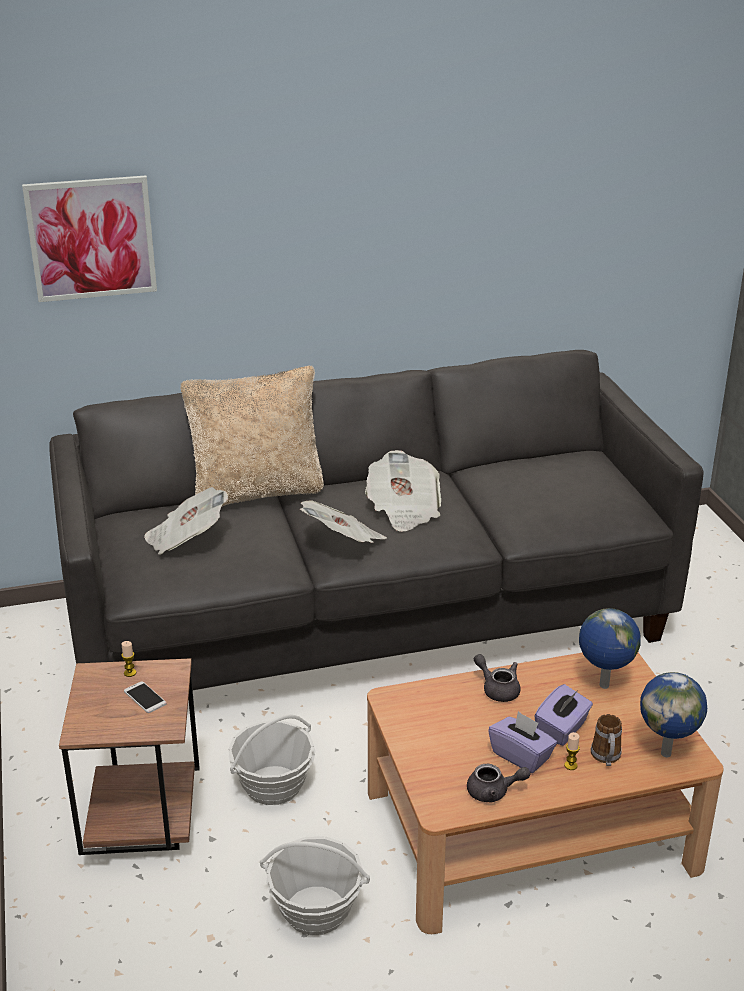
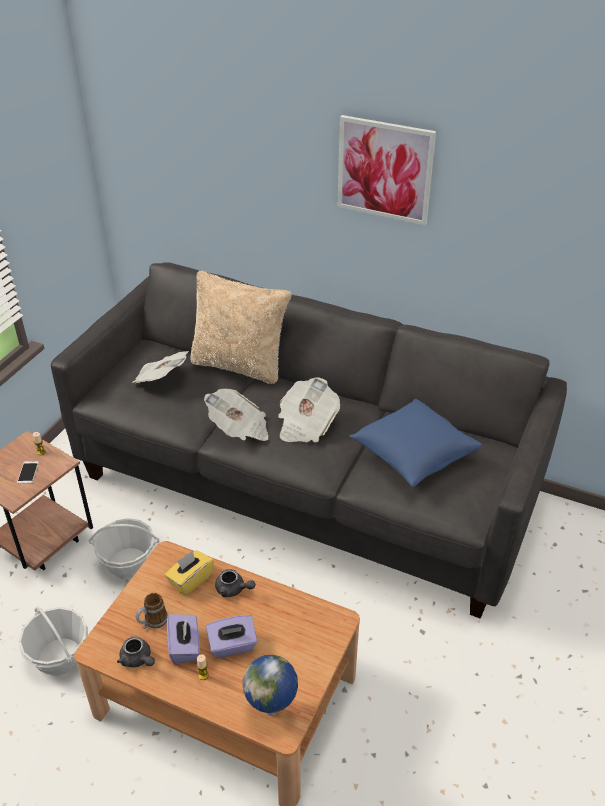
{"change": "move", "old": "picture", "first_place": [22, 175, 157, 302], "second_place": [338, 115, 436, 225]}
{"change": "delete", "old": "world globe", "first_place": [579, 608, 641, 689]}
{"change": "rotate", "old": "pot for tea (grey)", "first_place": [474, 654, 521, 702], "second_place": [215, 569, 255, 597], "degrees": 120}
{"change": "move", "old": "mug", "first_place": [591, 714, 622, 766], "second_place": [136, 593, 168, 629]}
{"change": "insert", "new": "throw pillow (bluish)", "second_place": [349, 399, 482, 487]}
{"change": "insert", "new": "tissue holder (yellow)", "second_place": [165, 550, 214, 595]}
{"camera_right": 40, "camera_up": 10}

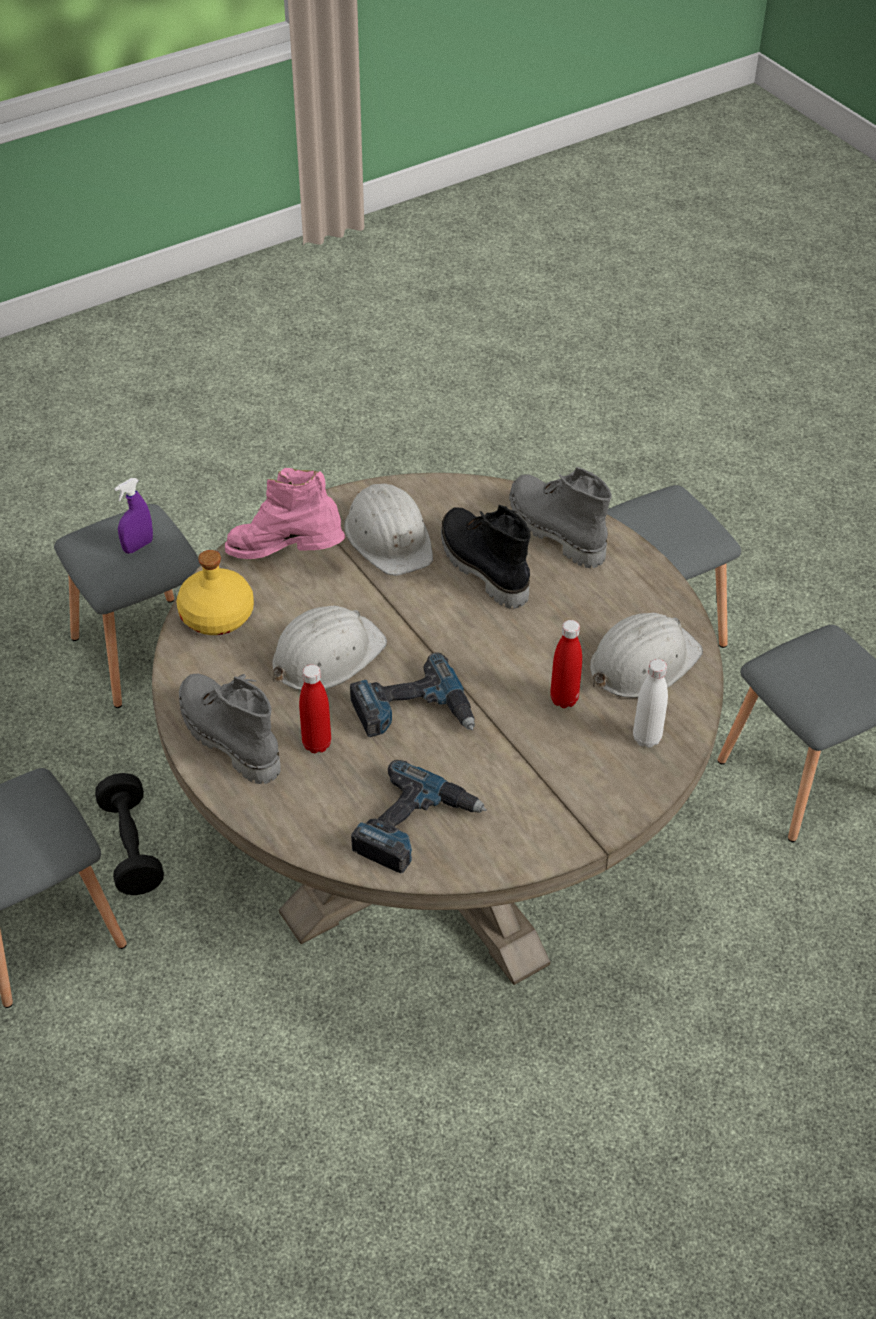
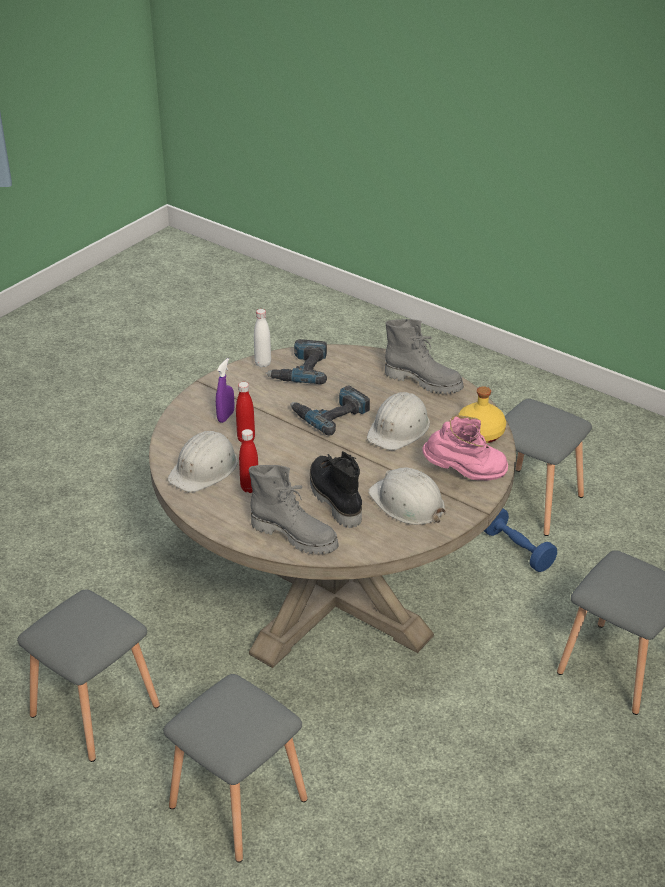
{"change": "move", "old": "sprayer (purple-coloured)", "first_place": [114, 478, 153, 554], "second_place": [216, 358, 234, 423]}
{"change": "rotate", "old": "high-top boot (black-coloured)", "first_place": [441, 505, 531, 609], "second_place": [310, 451, 362, 528], "degrees": -150}
{"change": "move", "old": "beverage bottle (whitish)", "first_place": [633, 659, 668, 748], "second_place": [254, 309, 271, 367]}
{"change": "move", "old": "beverage bottle (red)", "first_place": [299, 664, 331, 753], "second_place": [239, 429, 258, 493]}
{"change": "recolor", "old": "free weight (black-coloured)", "new": "free weight (bluish)", "first_place": [95, 773, 164, 895], "second_place": [484, 508, 557, 572]}
{"camera_right": 160, "camera_up": -10}

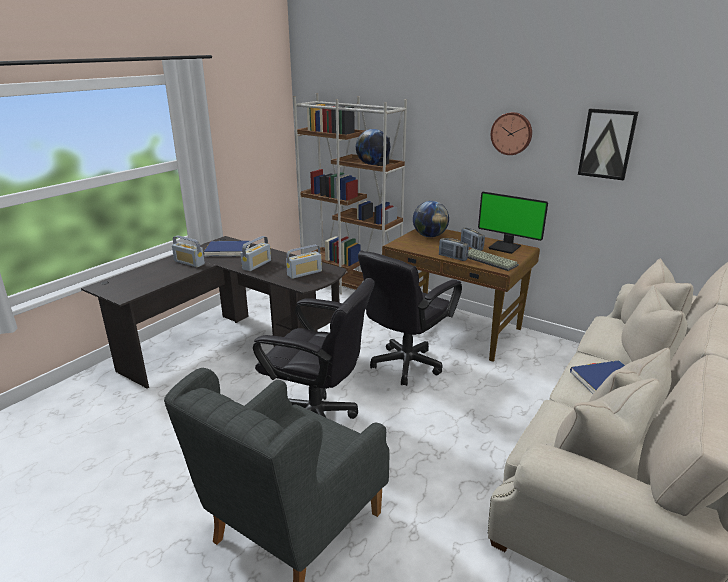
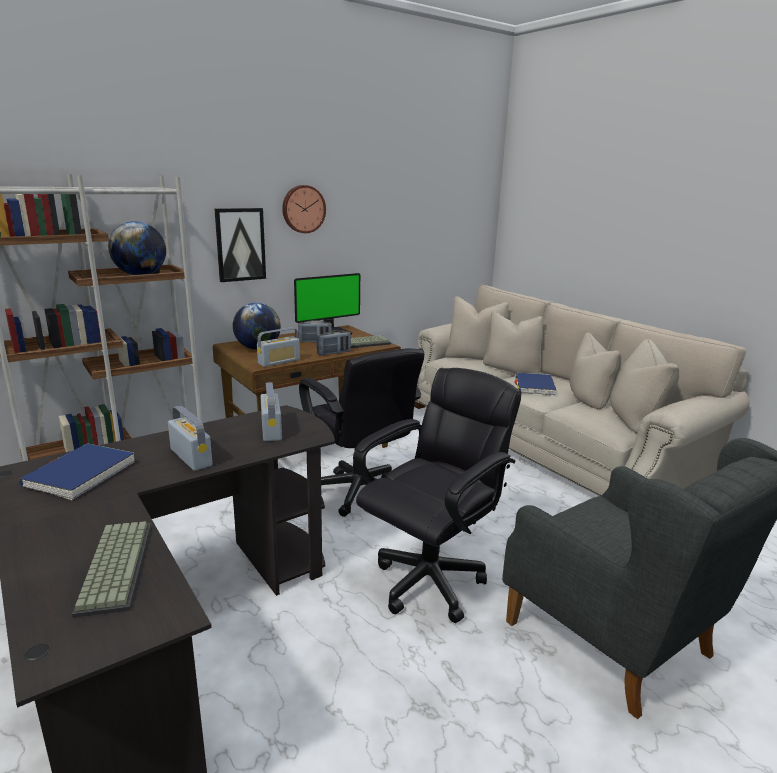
{"change": "move", "old": "picture", "first_place": [578, 109, 639, 181], "second_place": [214, 208, 266, 282]}
{"change": "move", "old": "radio set", "first_place": [172, 236, 205, 267], "second_place": [257, 328, 300, 367]}
{"change": "insert", "new": "computer keyboard", "second_place": [72, 521, 151, 618]}
{"camera_right": -70, "camera_up": -5}

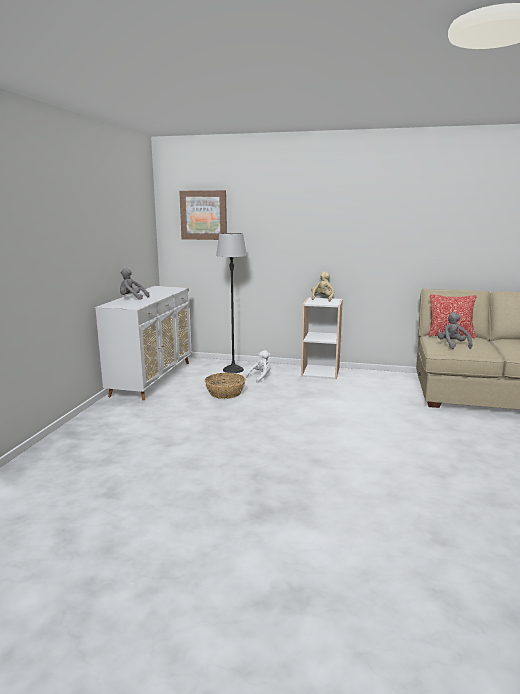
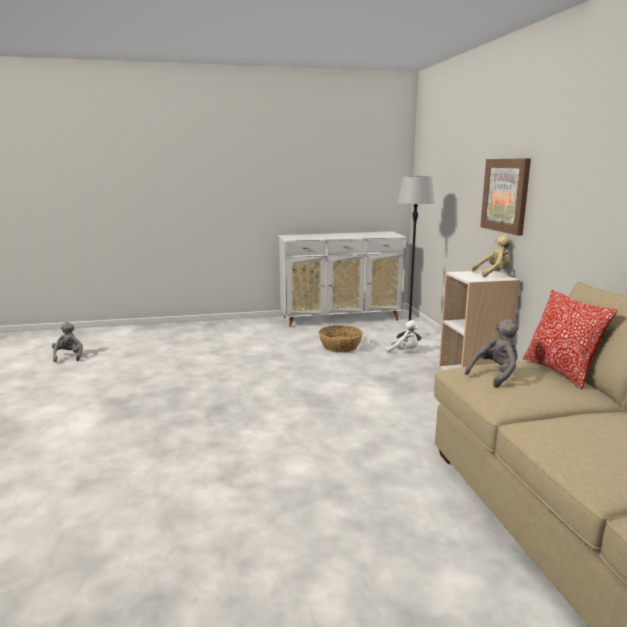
{"change": "move", "old": "picture", "first_place": [179, 190, 227, 240], "second_place": [480, 158, 531, 236]}
{"change": "move", "old": "cuddly toy (grey)", "first_place": [120, 268, 149, 300], "second_place": [52, 322, 83, 362]}
{"camera_right": 65, "camera_up": 0}

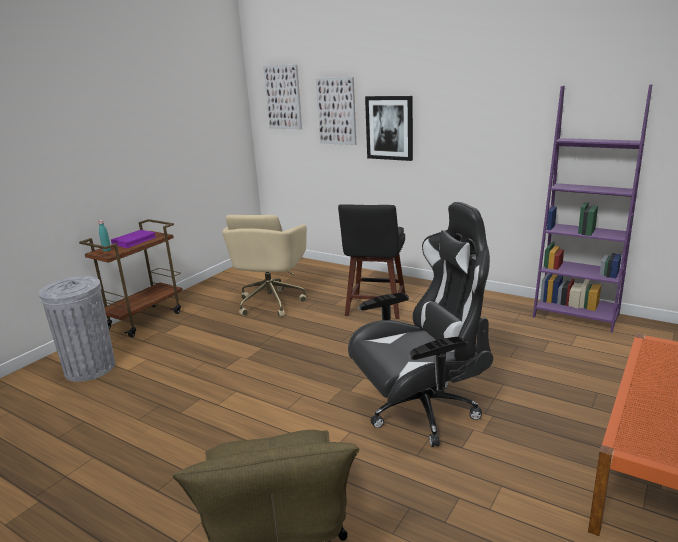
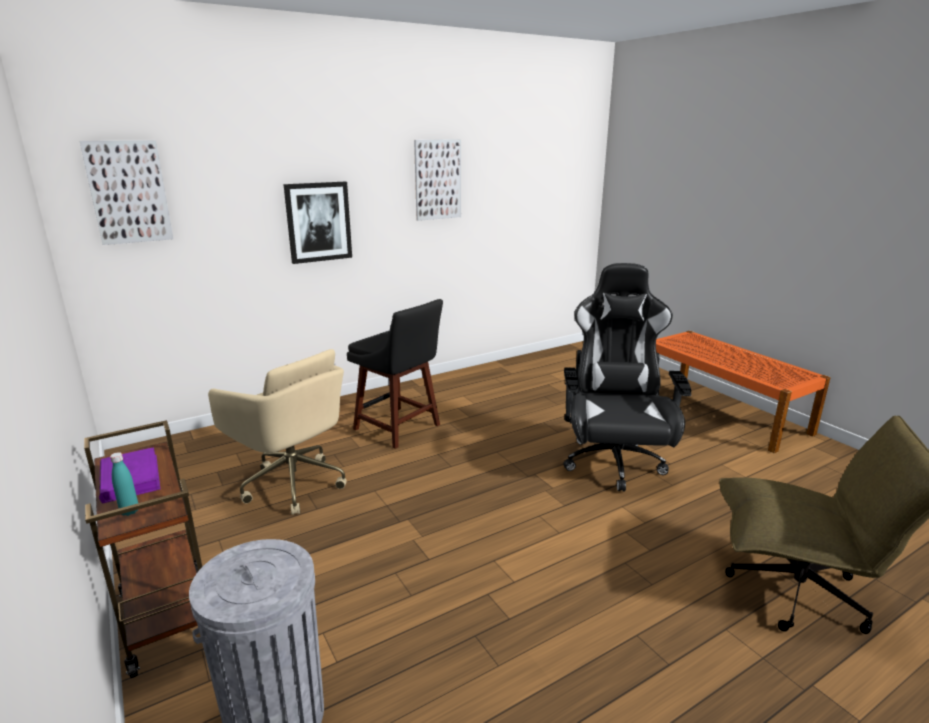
{"change": "move", "old": "picture", "first_place": [316, 77, 356, 145], "second_place": [414, 139, 461, 221]}
{"change": "delete", "old": "bookshelf (purple-coloured)", "first_place": [533, 84, 653, 333]}
{"camera_right": -65, "camera_up": 0}

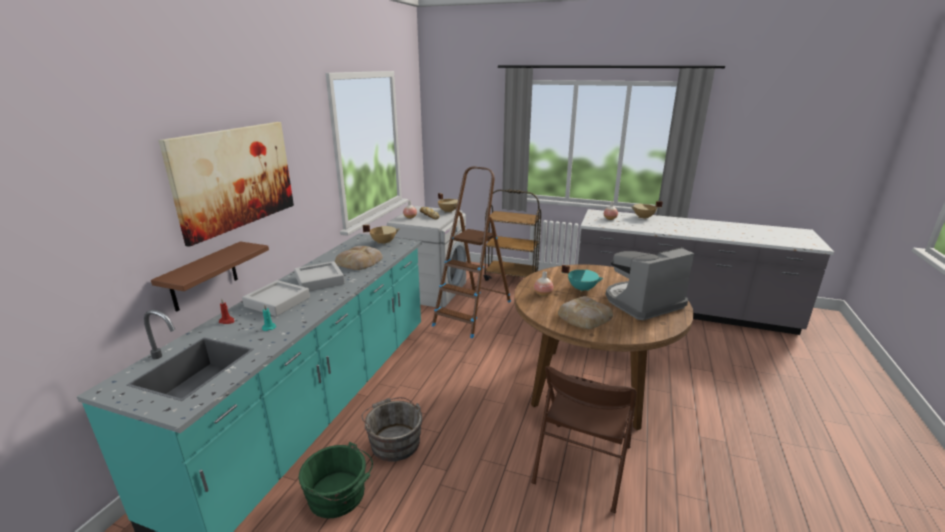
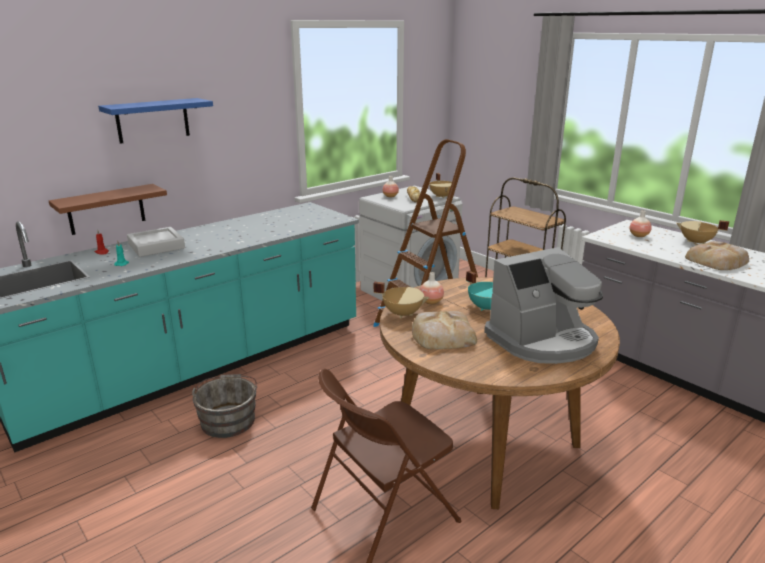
{"change": "replace", "old": "picture", "new": "shelf (bluish)", "first_place": [158, 122, 294, 247], "second_place": [98, 98, 213, 144]}
{"change": "move", "old": "saucepot (beige)", "first_place": [363, 225, 399, 245], "second_place": [374, 282, 429, 318]}
{"change": "move", "old": "baked bread", "first_place": [335, 246, 382, 270], "second_place": [685, 241, 749, 270]}
{"change": "rotate", "old": "coffee brewer", "first_place": [606, 247, 694, 320], "second_place": [484, 247, 603, 364], "degrees": 150}
{"change": "delete", "old": "tray (grey)", "first_place": [294, 261, 345, 291]}
{"change": "delete", "old": "pail (green)", "first_place": [299, 442, 373, 518]}
{"camera_right": 30, "camera_up": 0}

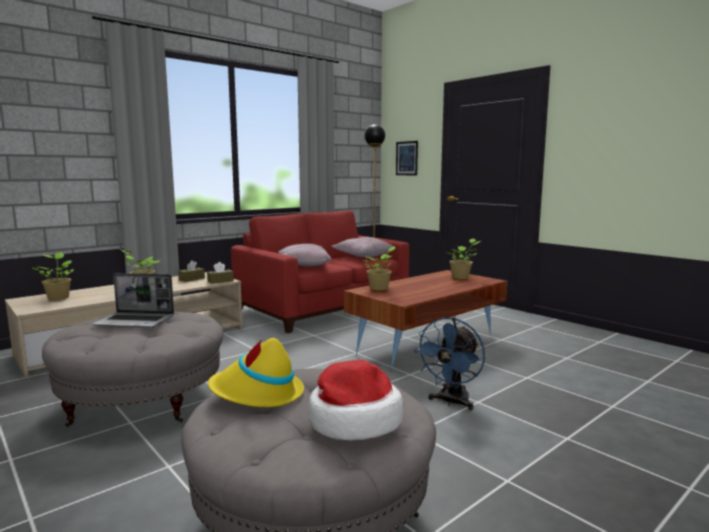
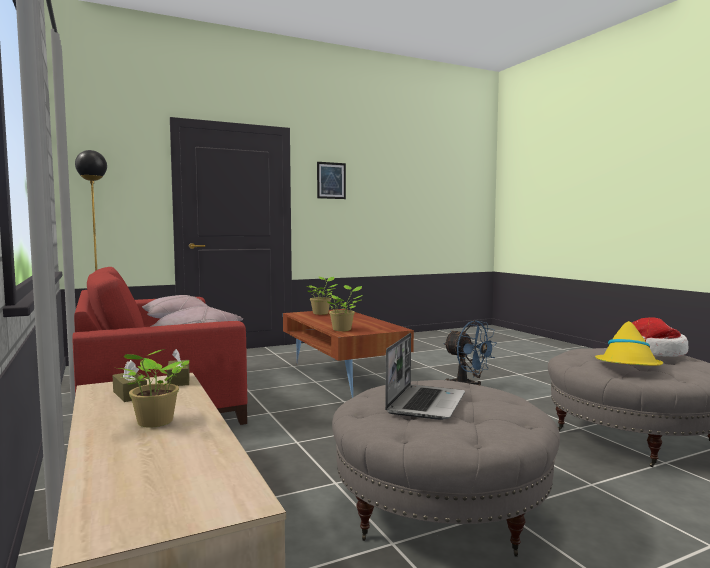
{"change": "move", "old": "picture", "first_place": [396, 141, 418, 175], "second_place": [317, 162, 346, 199]}
{"change": "delete", "old": "potted plant", "first_place": [33, 252, 74, 300]}
{"camera_right": -75, "camera_up": -5}

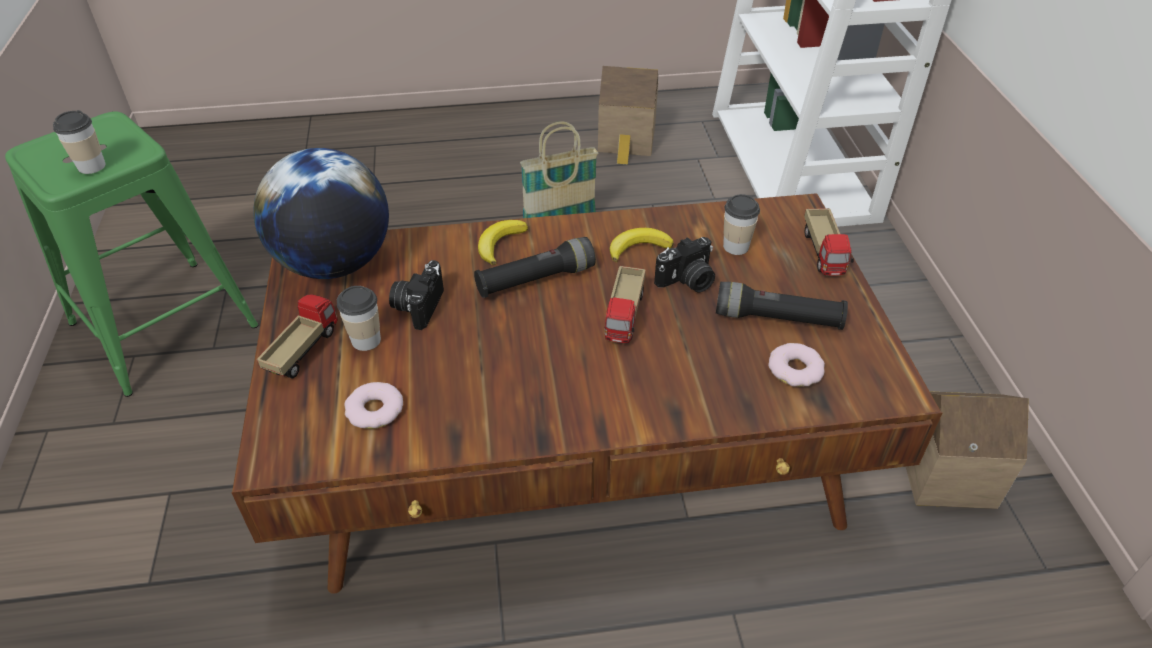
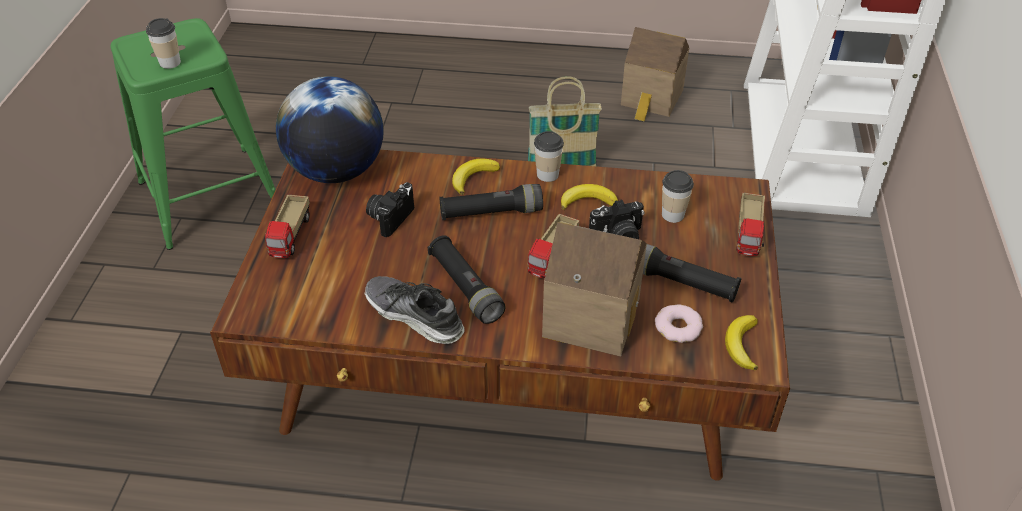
{"change": "move", "old": "drinking cup", "first_place": [337, 286, 381, 351], "second_place": [534, 131, 564, 182]}
{"change": "rotate", "old": "toy truck", "first_place": [257, 294, 338, 379], "second_place": [265, 195, 310, 258], "degrees": 150}
{"change": "delete", "old": "donut", "first_place": [344, 382, 403, 429]}
{"change": "move", "old": "model house", "first_place": [906, 391, 1029, 509], "second_place": [542, 222, 647, 357]}
{"change": "insert", "new": "flashlight (black-coloured)", "second_place": [428, 235, 505, 324]}
{"change": "insert", "new": "item of footwear", "second_place": [364, 276, 465, 344]}
{"change": "insert", "new": "banana", "second_place": [725, 315, 758, 370]}
{"camera_right": 15, "camera_up": 0}

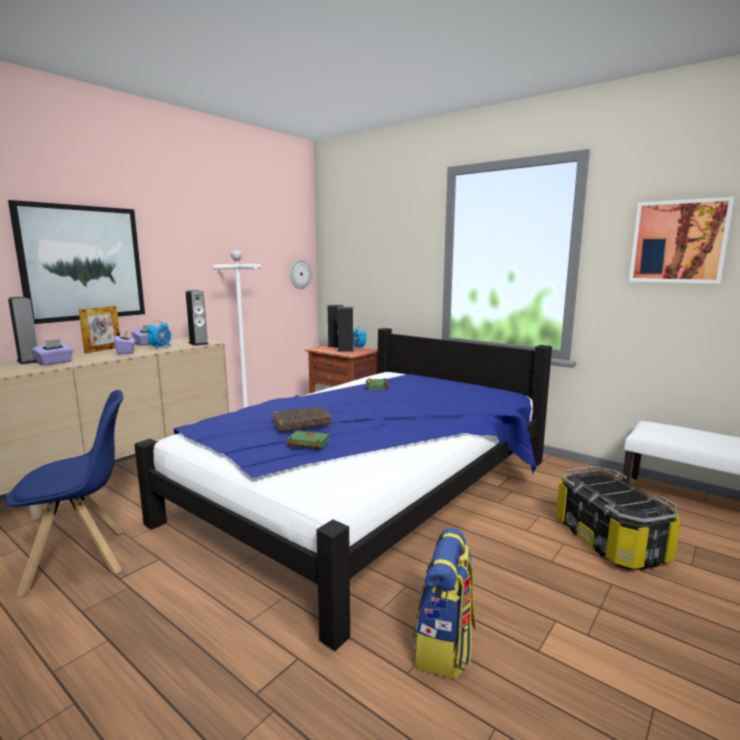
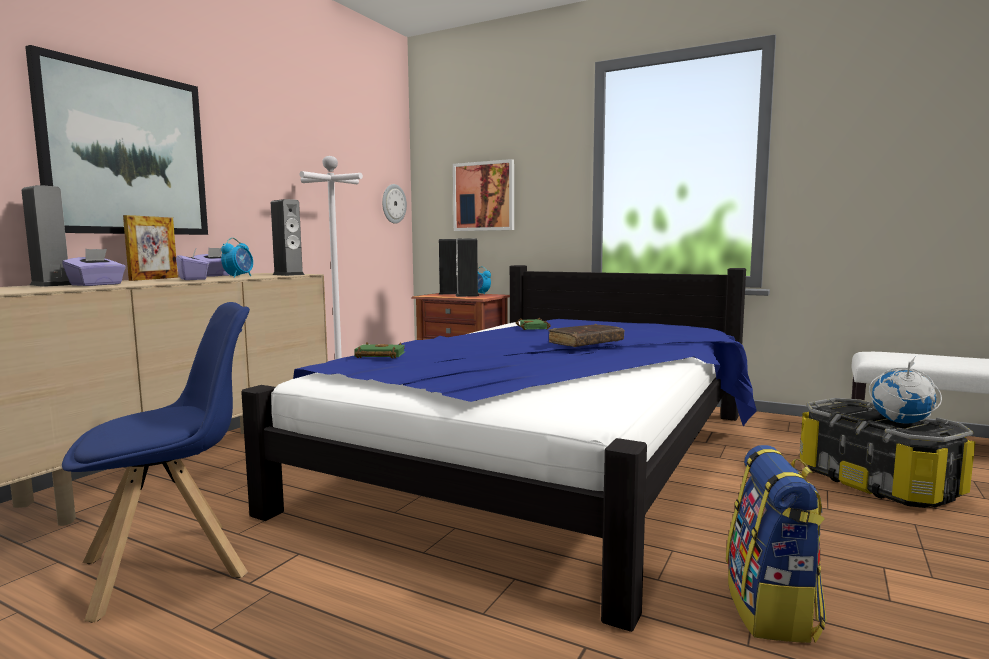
{"change": "move", "old": "picture", "first_place": [629, 197, 734, 284], "second_place": [453, 159, 514, 231]}
{"change": "move", "old": "volume (brown)", "first_place": [273, 406, 331, 431], "second_place": [548, 324, 624, 347]}
{"change": "move", "old": "volume (green)", "first_place": [287, 429, 330, 449], "second_place": [354, 342, 405, 358]}
{"change": "insert", "new": "world globe", "second_place": [869, 357, 942, 424]}
{"camera_right": -10, "camera_up": -5}

